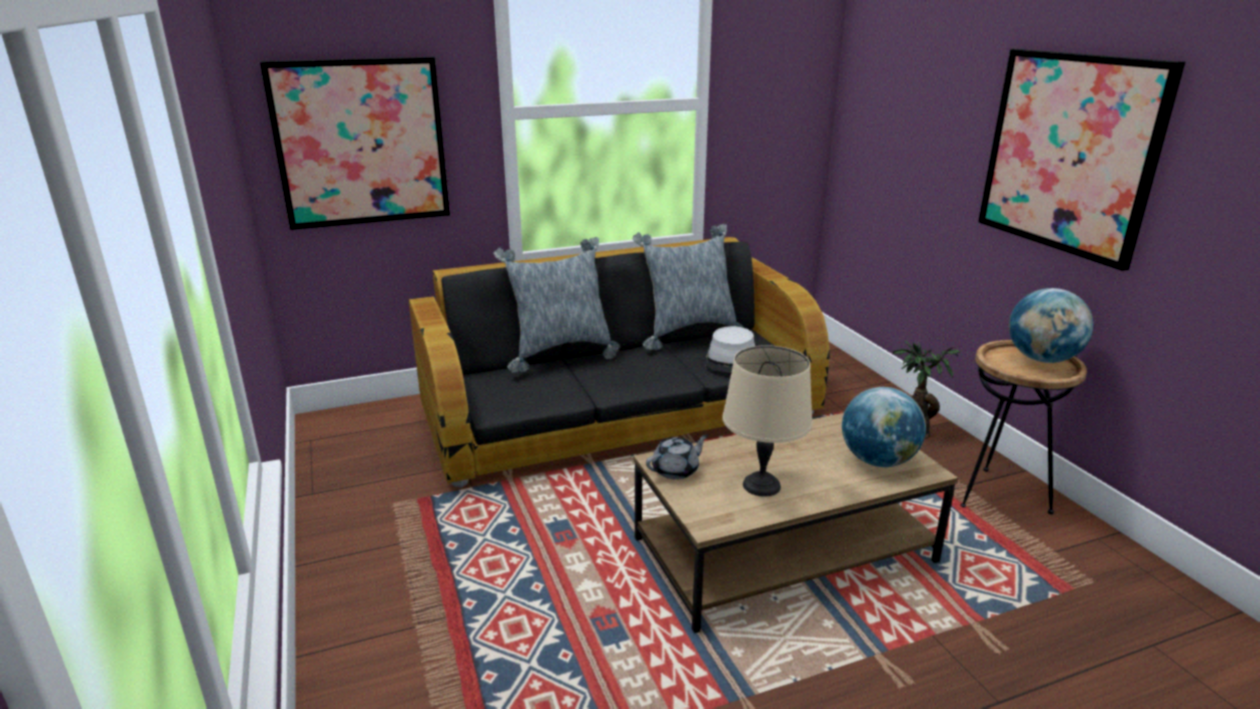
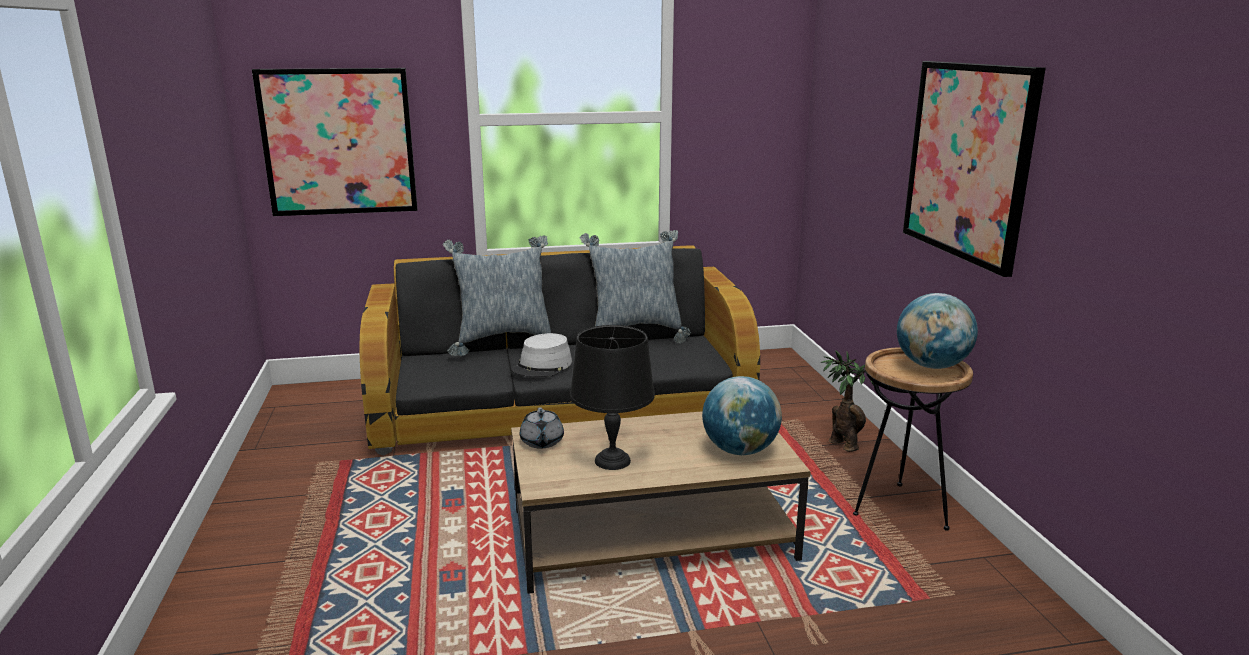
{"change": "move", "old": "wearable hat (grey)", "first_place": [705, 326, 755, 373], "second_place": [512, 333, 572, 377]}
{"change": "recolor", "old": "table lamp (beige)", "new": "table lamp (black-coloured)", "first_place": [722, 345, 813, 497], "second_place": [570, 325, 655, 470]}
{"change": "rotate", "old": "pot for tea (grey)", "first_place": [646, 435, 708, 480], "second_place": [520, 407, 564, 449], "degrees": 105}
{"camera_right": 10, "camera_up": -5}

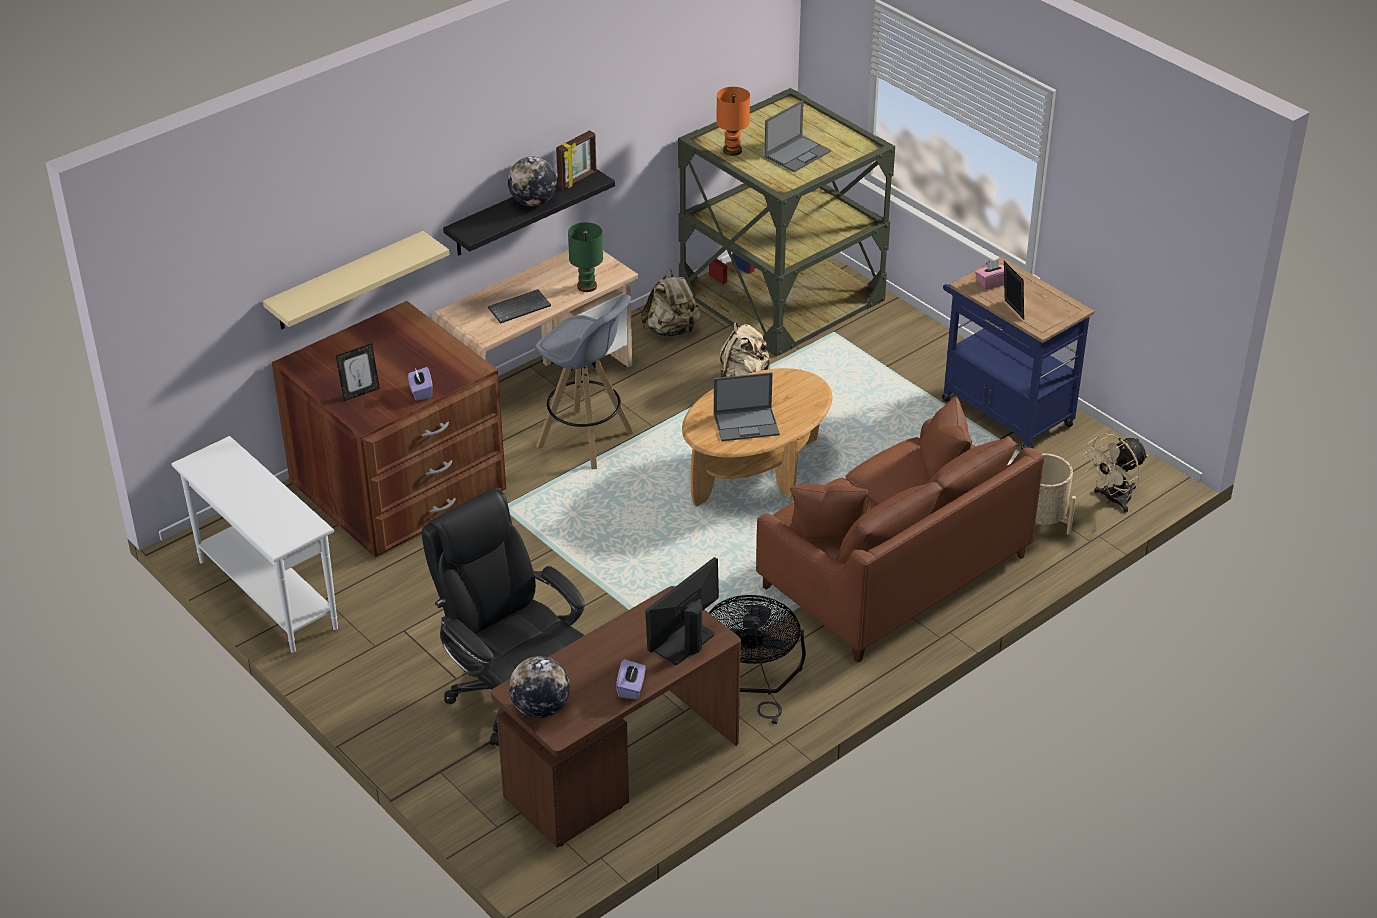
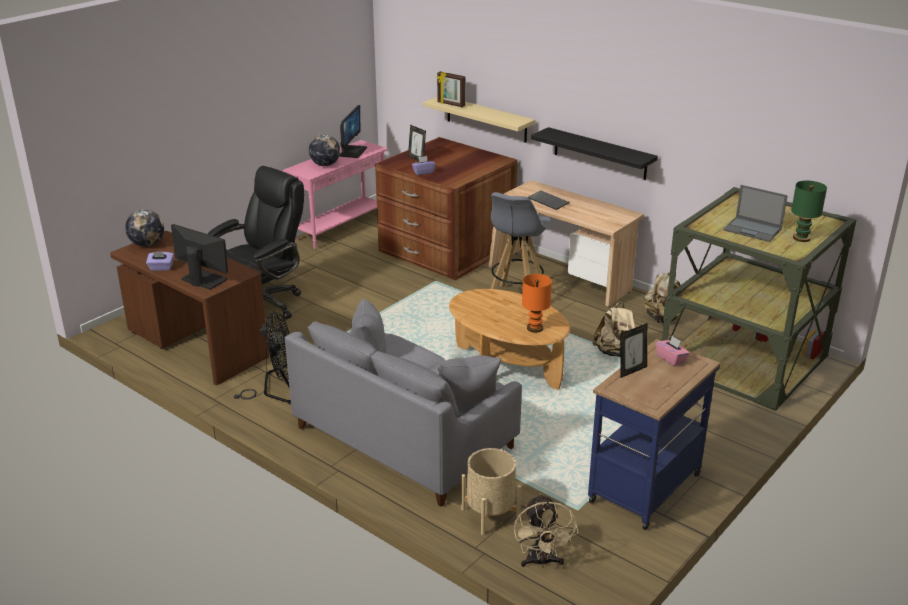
{"change": "move", "old": "table lamp (orangey)", "first_place": [716, 87, 750, 156], "second_place": [522, 274, 552, 333]}
{"change": "move", "old": "photo frame", "first_place": [556, 130, 597, 190], "second_place": [437, 71, 465, 107]}
{"change": "move", "old": "world globe", "first_place": [508, 157, 557, 206], "second_place": [309, 135, 340, 166]}
{"change": "move", "old": "table lamp (green)", "first_place": [568, 222, 603, 292], "second_place": [791, 181, 827, 242]}
{"change": "delete", "old": "notebook computer", "first_place": [714, 372, 780, 441]}
{"change": "recolor", "old": "sofa (brown)", "new": "sofa (grey)", "first_place": [756, 397, 1044, 663], "second_place": [285, 299, 522, 507]}
{"change": "rotate", "old": "electric fan (beige)", "first_place": [1083, 434, 1148, 512], "second_place": [514, 494, 578, 568], "degrees": -135}
{"change": "recolor", "old": "hall table (whitish)", "new": "hall table (pinkish)", "first_place": [171, 436, 338, 653], "second_place": [282, 140, 388, 249]}
{"change": "insert", "new": "computer display", "second_place": [340, 105, 367, 158]}
{"camera_right": 80, "camera_up": -10}

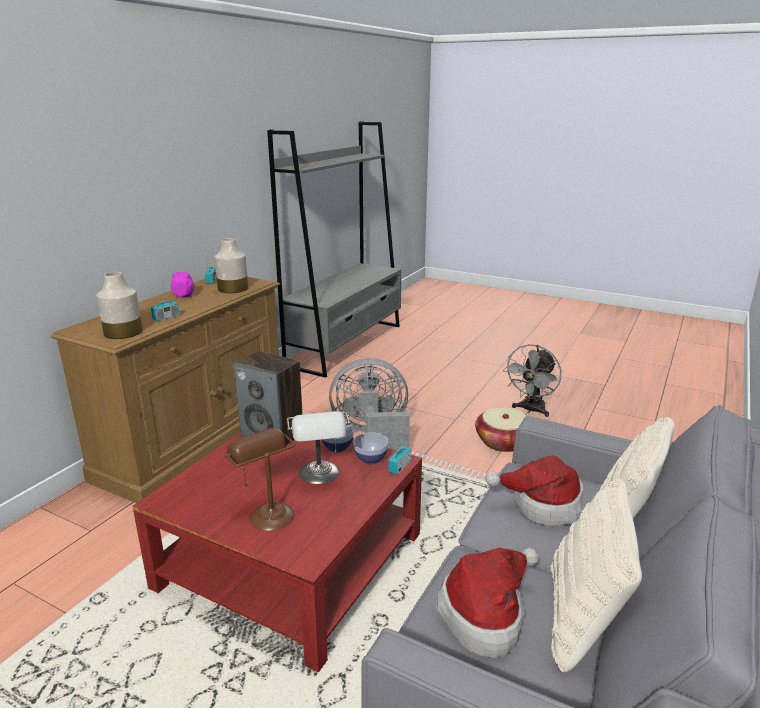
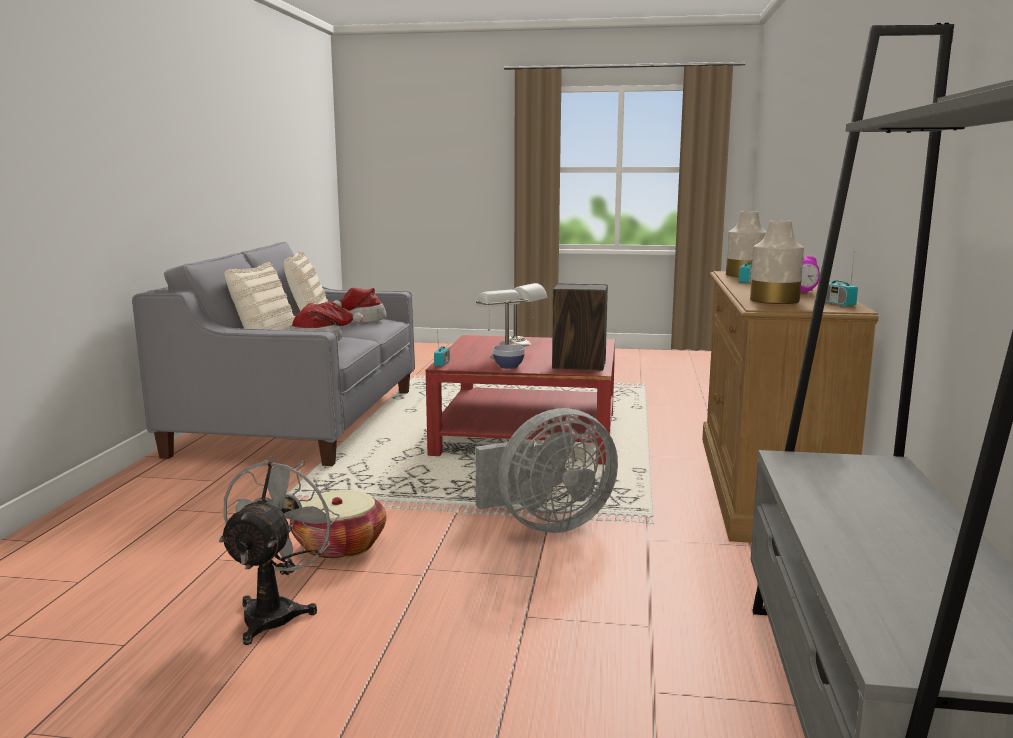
{"change": "recolor", "old": "table lamp (brown)", "new": "table lamp (whitish)", "first_place": [225, 428, 296, 531], "second_place": [500, 283, 547, 347]}
{"change": "delete", "old": "bowl", "first_place": [353, 433, 388, 464]}
{"camera_right": 160, "camera_up": -10}

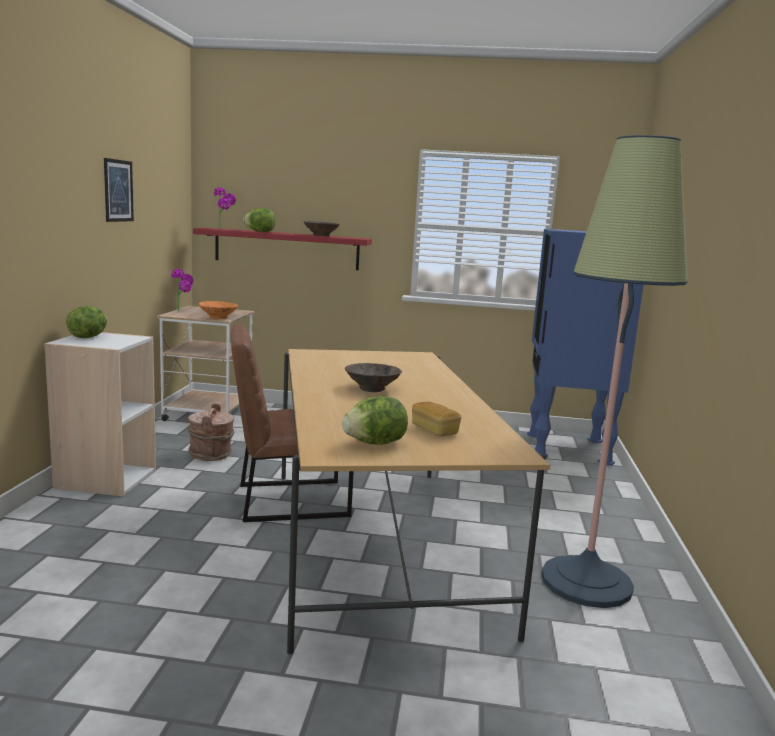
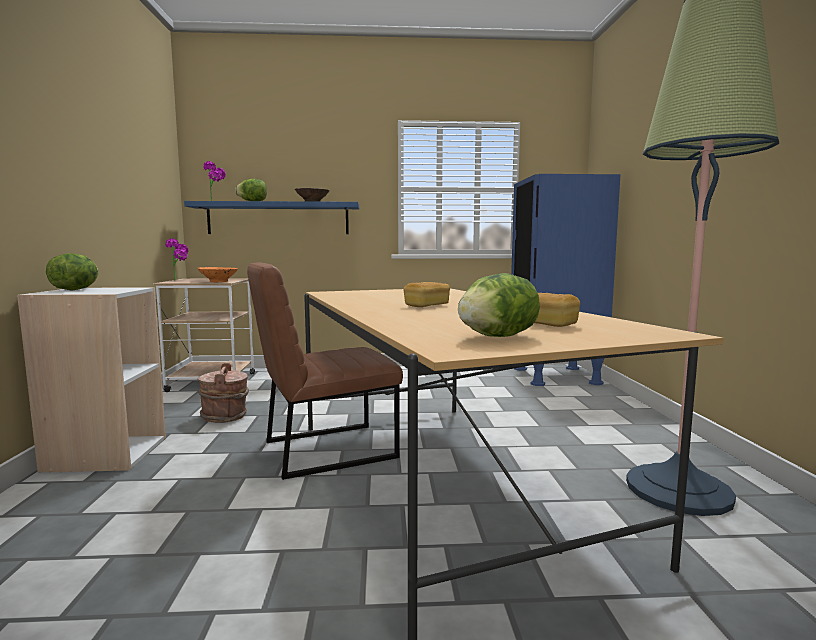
{"change": "delete", "old": "picture", "first_place": [104, 158, 134, 222]}
{"change": "recolor", "old": "shelf (red)", "new": "shelf (bluish)", "first_place": [193, 228, 372, 270], "second_place": [184, 201, 359, 234]}
{"change": "replace", "old": "bowl (brown)", "new": "baked bread", "first_place": [345, 363, 402, 392], "second_place": [403, 282, 450, 307]}
{"camera_right": -10, "camera_up": -5}

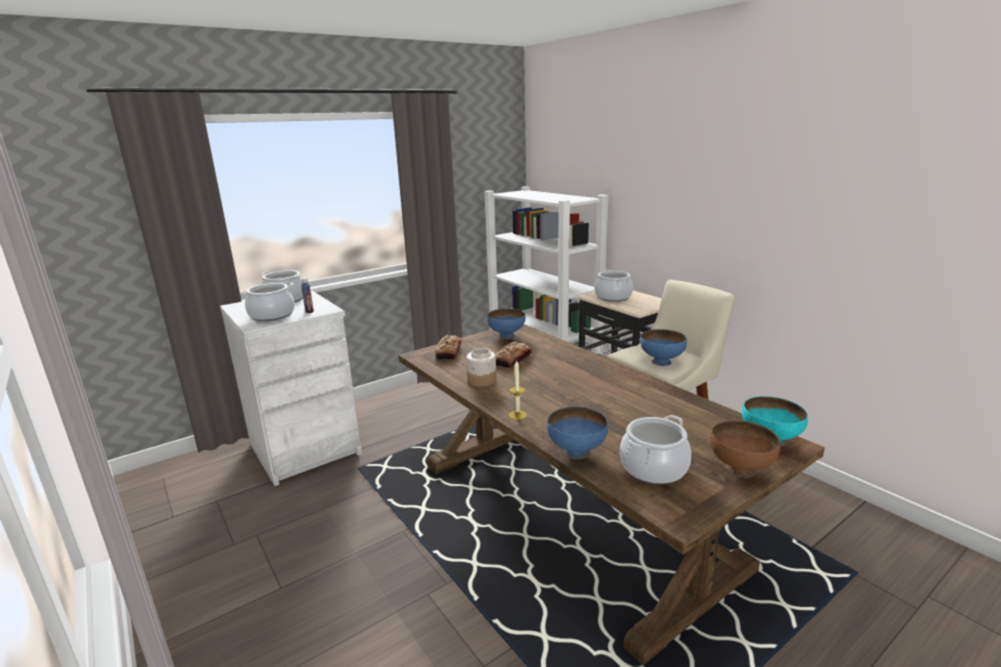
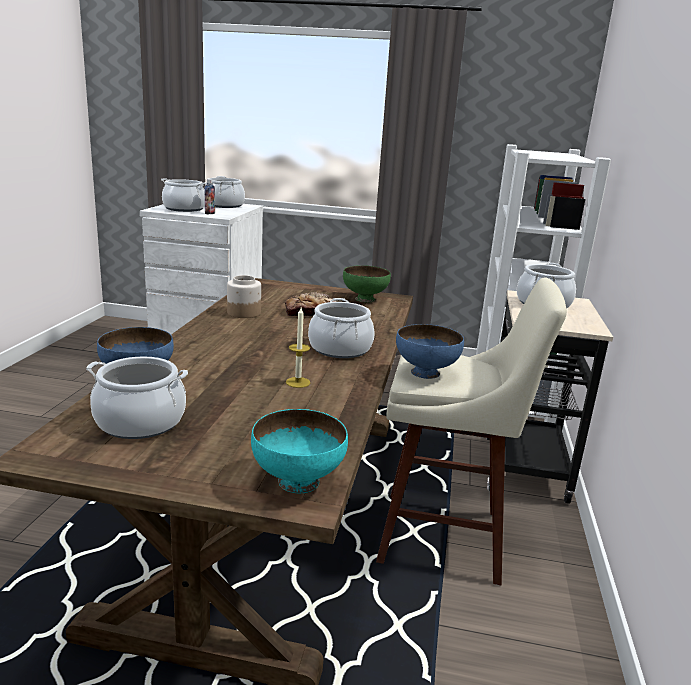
{"change": "recolor", "old": "bowl (bluish)", "new": "bowl (green)", "first_place": [487, 308, 525, 339], "second_place": [343, 265, 391, 303]}
{"change": "delete", "old": "baked bread", "first_place": [435, 334, 462, 360]}
{"change": "move", "old": "wax light", "first_place": [509, 361, 527, 420], "second_place": [286, 308, 310, 388]}
{"change": "delete", "old": "bowl (brown)", "first_place": [710, 420, 781, 478]}
{"change": "insert", "new": "saucepot", "second_place": [308, 298, 375, 358]}
{"camera_right": 45, "camera_up": 0}

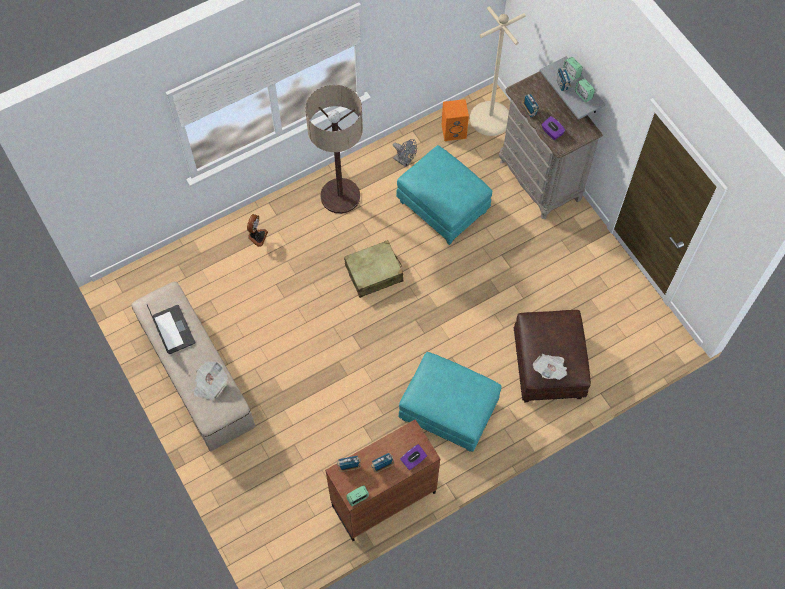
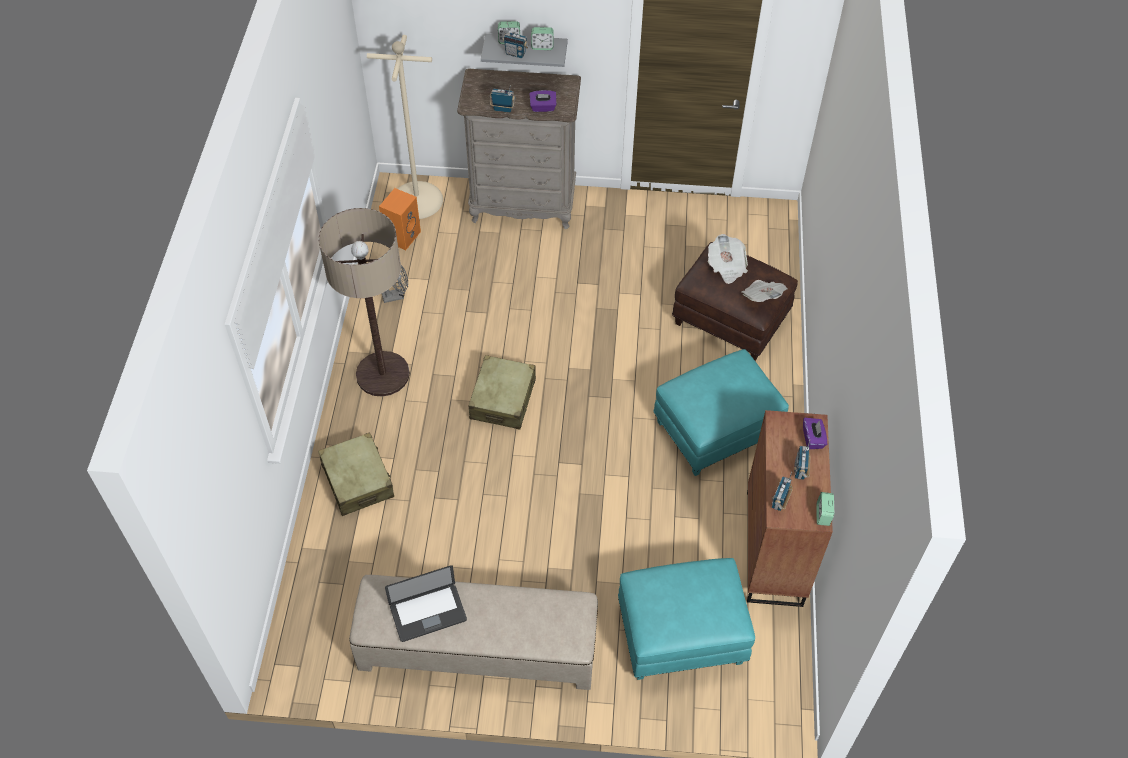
{"change": "move", "old": "footrest (blue-green)", "first_place": [396, 145, 492, 245], "second_place": [618, 558, 755, 680]}
{"change": "replace", "old": "electric fan", "new": "piece of luggage (beige)", "first_place": [247, 214, 268, 247], "second_place": [318, 433, 394, 516]}
{"change": "rotate", "old": "notebook computer", "first_place": [147, 304, 195, 354], "second_place": [385, 565, 467, 642], "degrees": 150}
{"change": "move", "old": "printed paper", "first_place": [193, 361, 228, 401], "second_place": [708, 234, 748, 284]}
{"camera_right": -55, "camera_up": -10}

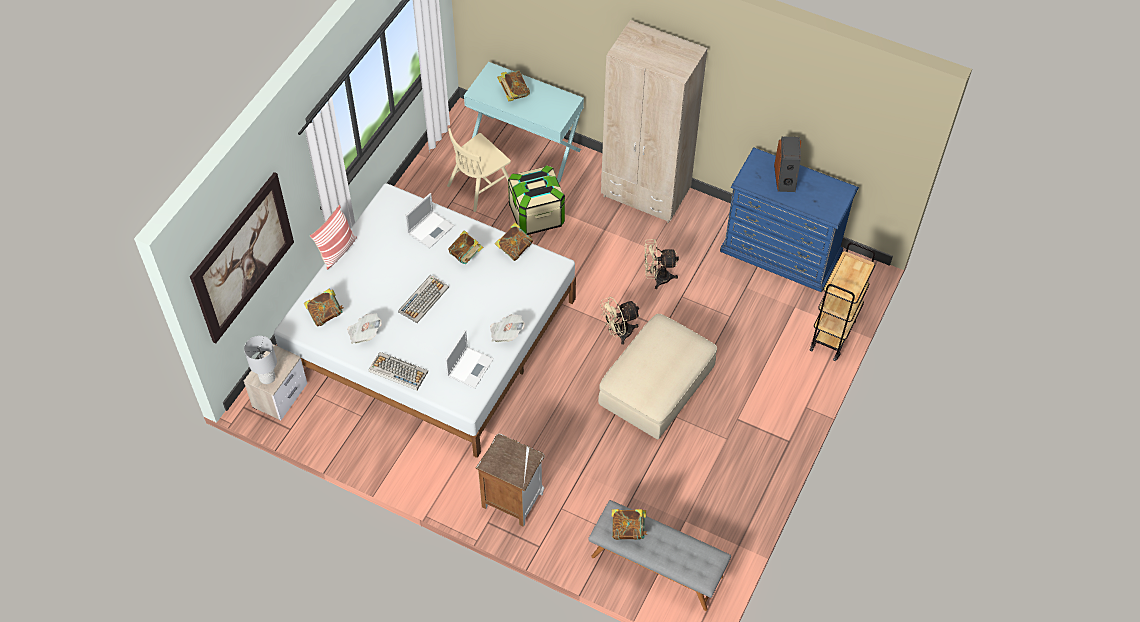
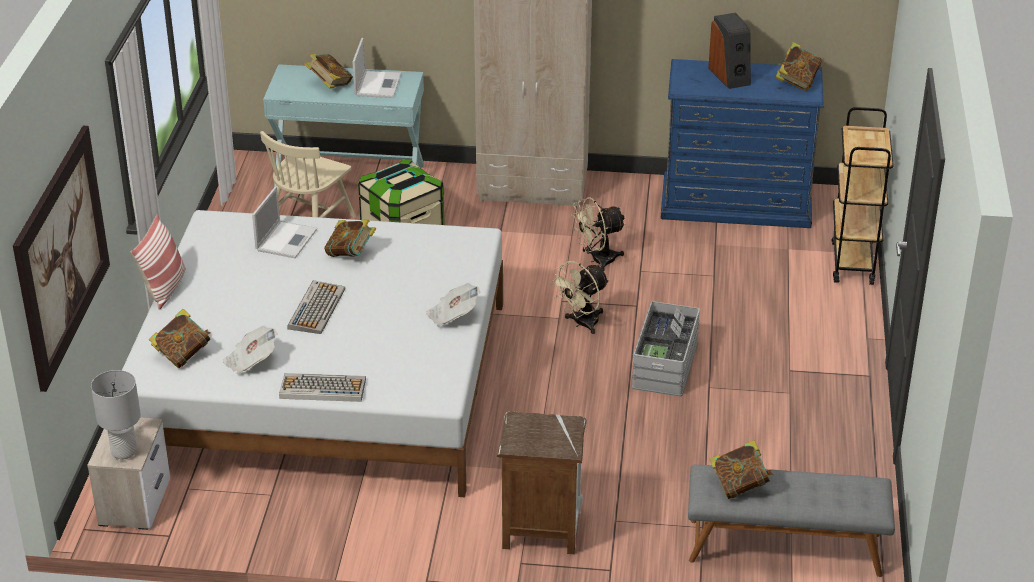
{"change": "move", "old": "volume", "first_place": [495, 222, 533, 261], "second_place": [775, 42, 822, 91]}
{"change": "replace", "old": "footrest (beige)", "new": "storage bin (grey)", "first_place": [598, 314, 717, 440], "second_place": [632, 301, 700, 396]}
{"change": "move", "old": "notebook computer", "first_place": [445, 330, 494, 389], "second_place": [353, 38, 401, 98]}
{"camera_right": -20, "camera_up": -20}

